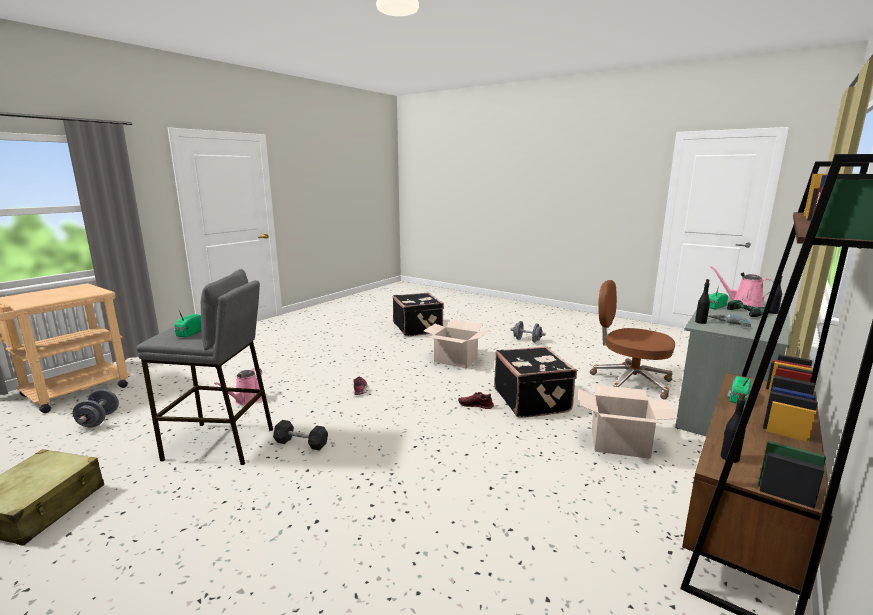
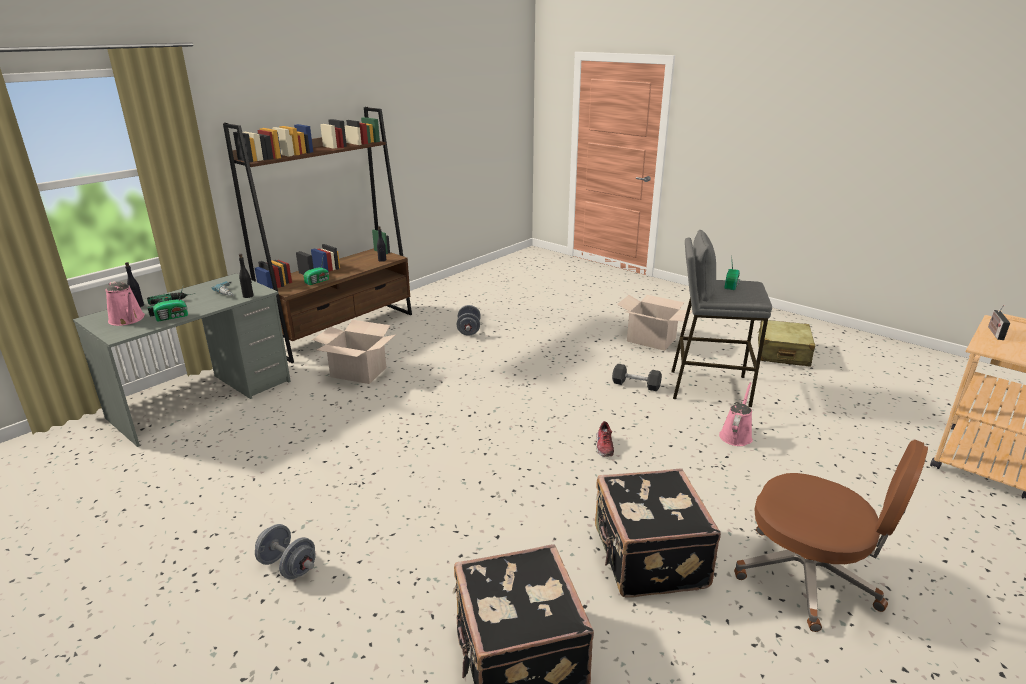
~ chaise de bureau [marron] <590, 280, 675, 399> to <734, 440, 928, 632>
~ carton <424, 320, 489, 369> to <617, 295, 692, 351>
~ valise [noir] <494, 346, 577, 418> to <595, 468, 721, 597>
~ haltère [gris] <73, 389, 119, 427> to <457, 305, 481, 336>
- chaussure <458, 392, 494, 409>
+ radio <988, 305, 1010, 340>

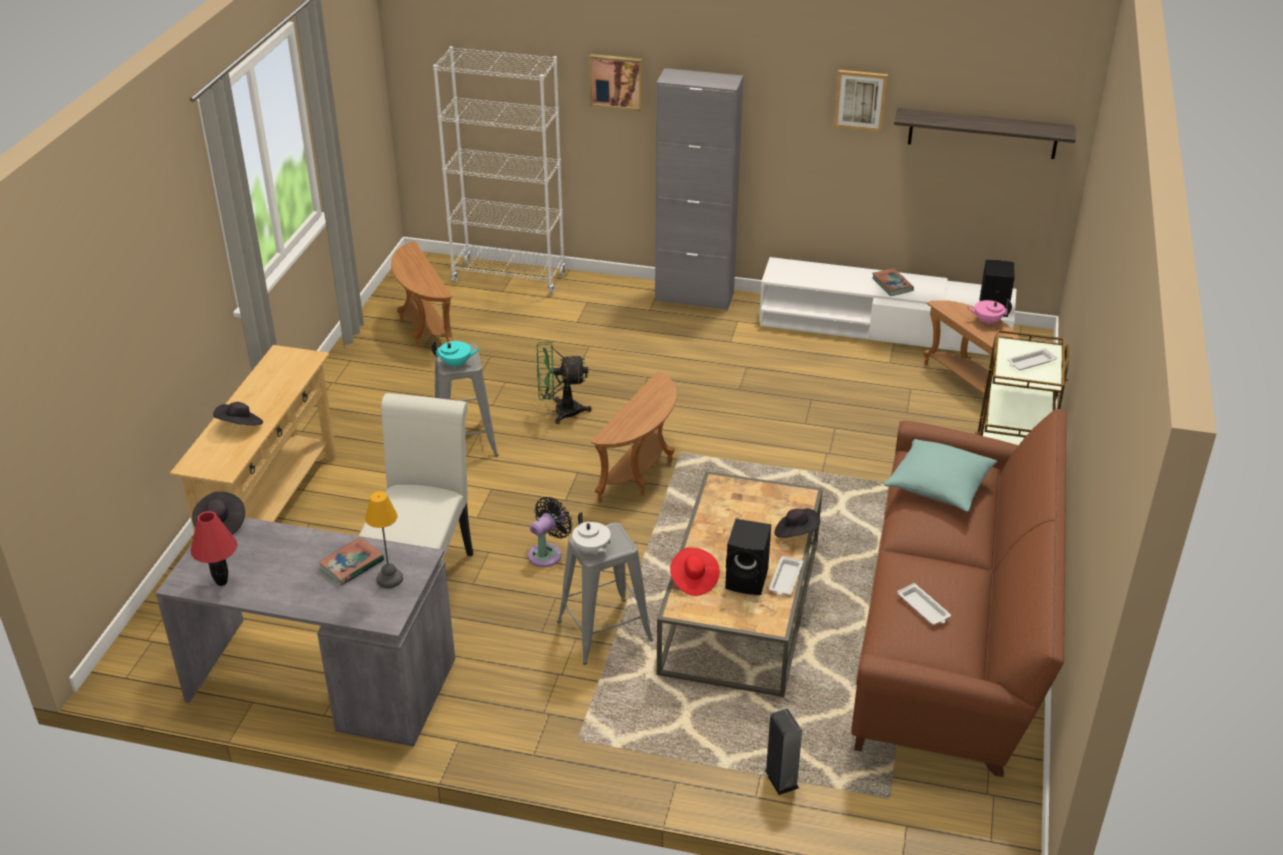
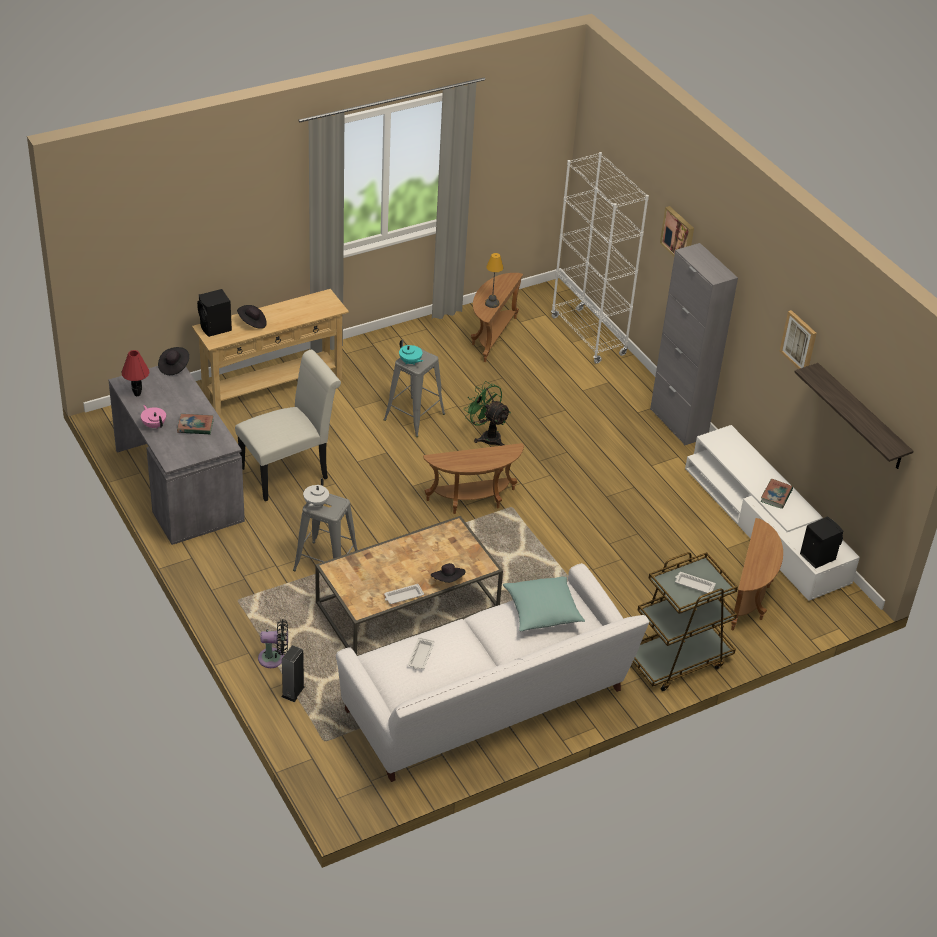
~ théière [rose] <967, 300, 1012, 325> to <141, 405, 166, 429>
~ canapé [marron] <851, 408, 1067, 777> to canapé [blanc] <336, 563, 649, 782>
~ lampe de table <365, 491, 403, 588> to <485, 253, 504, 308>
~ ventilateur [noir] <528, 497, 573, 567> to <258, 619, 288, 668>
~ enceinte [noir] <725, 519, 771, 595> to <197, 289, 232, 337>
- chapeau [rouge] <670, 547, 720, 596>

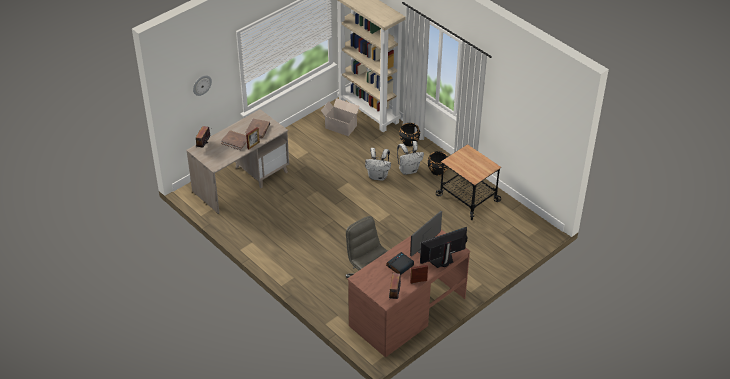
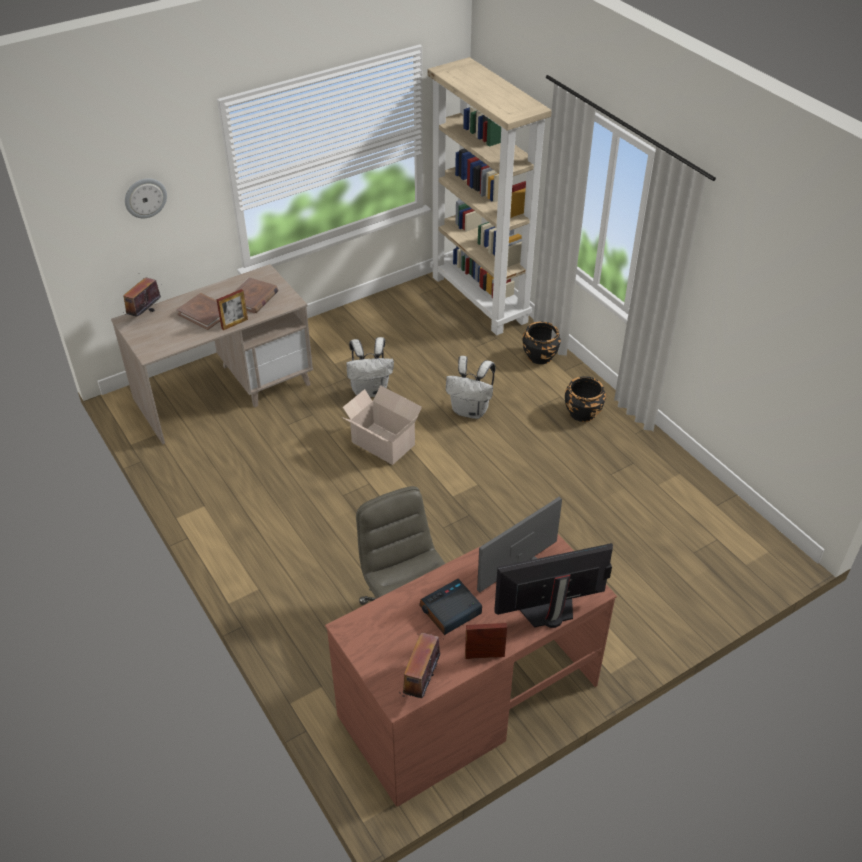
~ carton <321, 98, 360, 136> to <342, 385, 422, 465>
~ sac à dos [blanc] <397, 141, 424, 175> to <346, 337, 394, 397>
- chariot <436, 144, 501, 220>

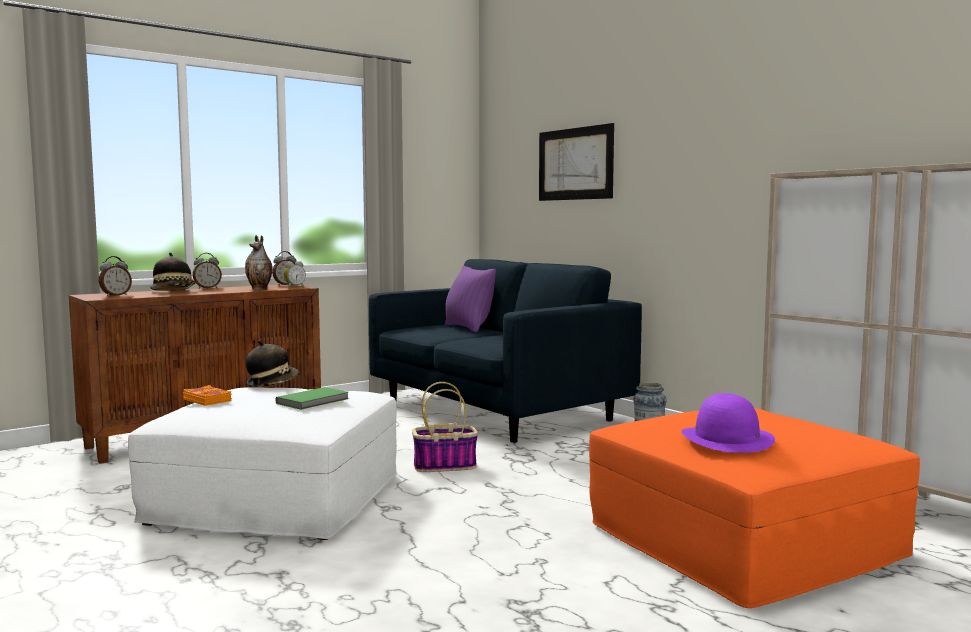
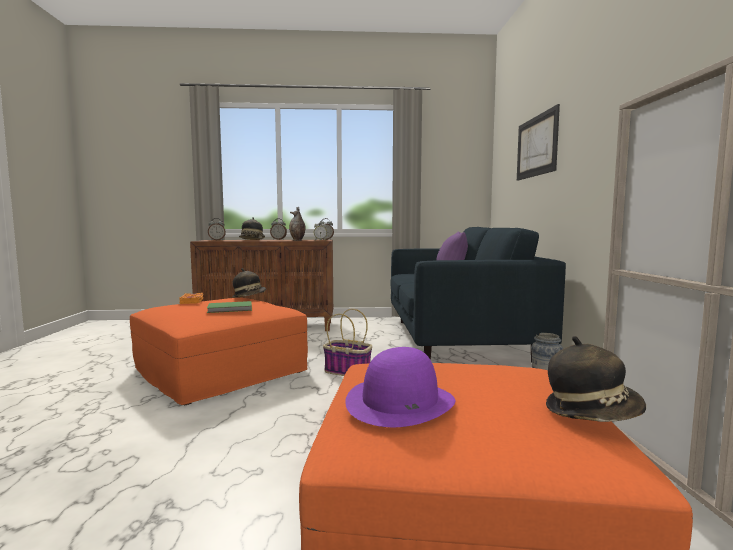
~ pouf [blanc] <128, 387, 397, 540> to pouf [orange] <130, 298, 308, 406>
+ chapeau <546, 336, 646, 422>

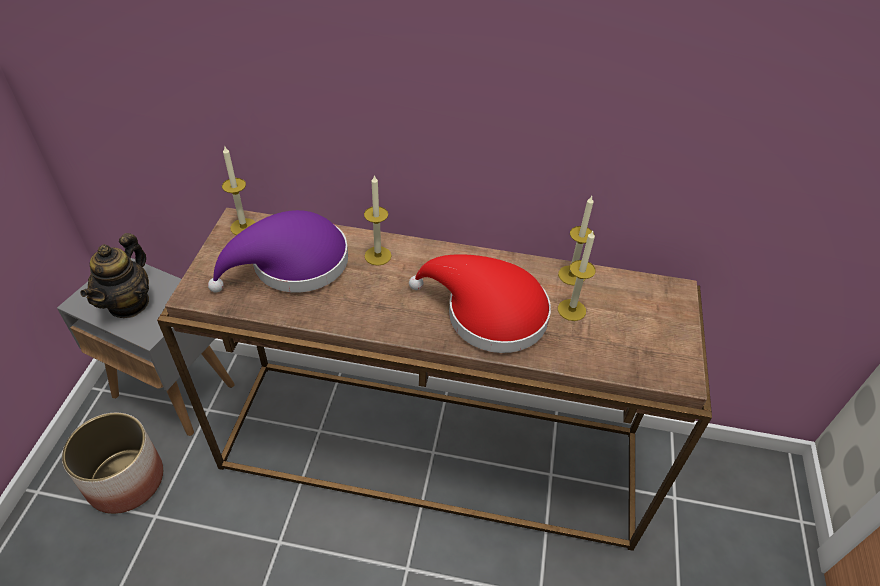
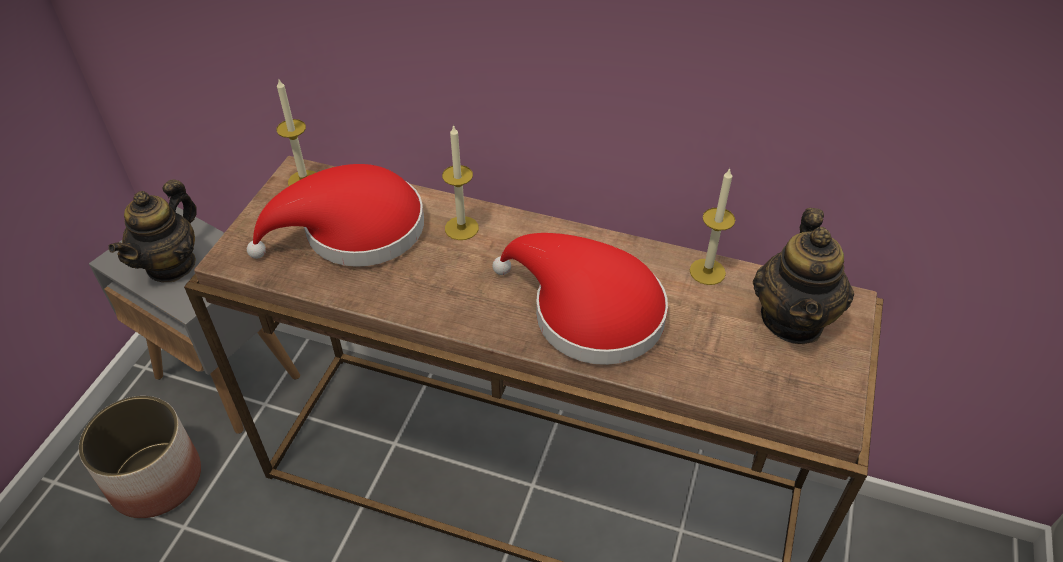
~ chapeau [violet] <208, 210, 348, 293> to chapeau [rouge] <247, 164, 424, 267>
- bougie <558, 231, 596, 321>
+ théière <753, 208, 854, 344>

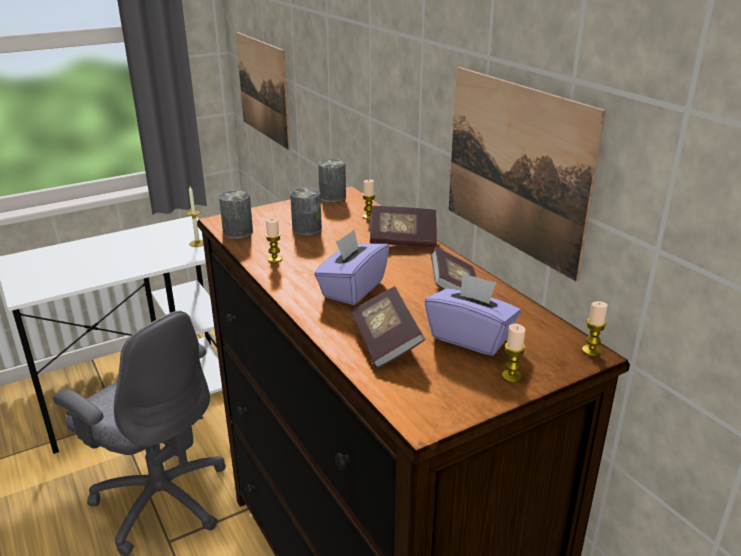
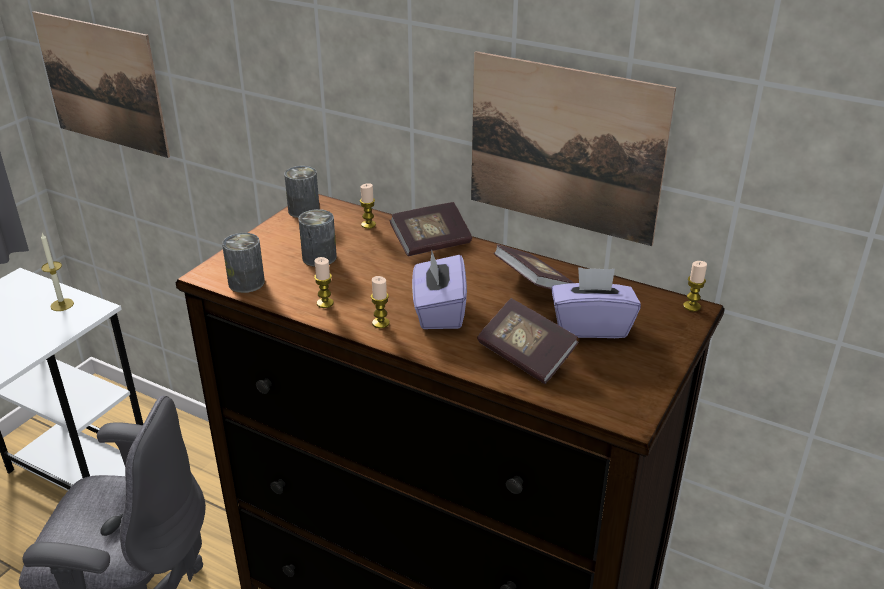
~ bougie <502, 323, 526, 382> to <371, 276, 390, 328>

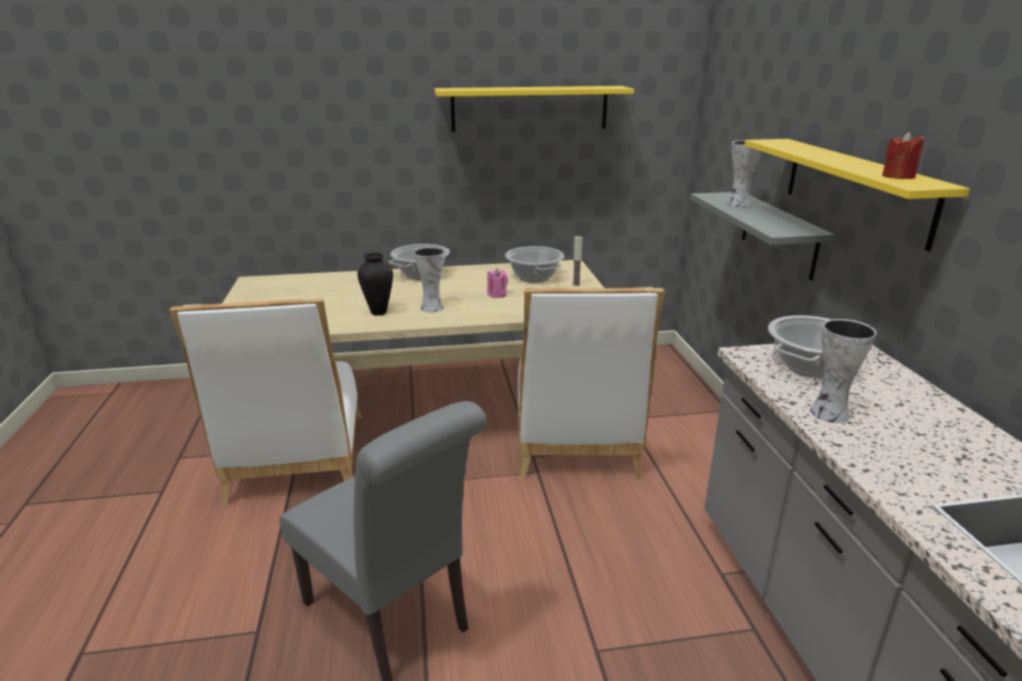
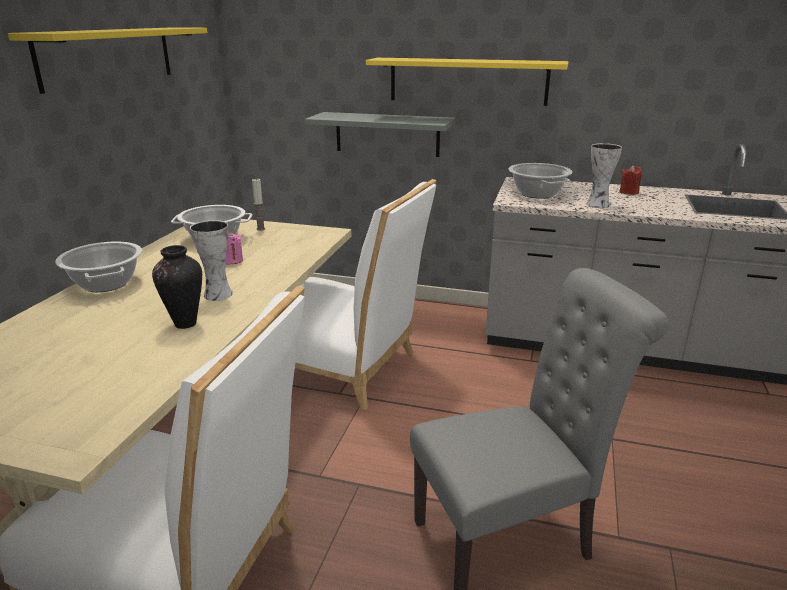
~ bougie [rouge] <882, 132, 924, 179> to <620, 165, 642, 195>
- vase <727, 140, 762, 207>

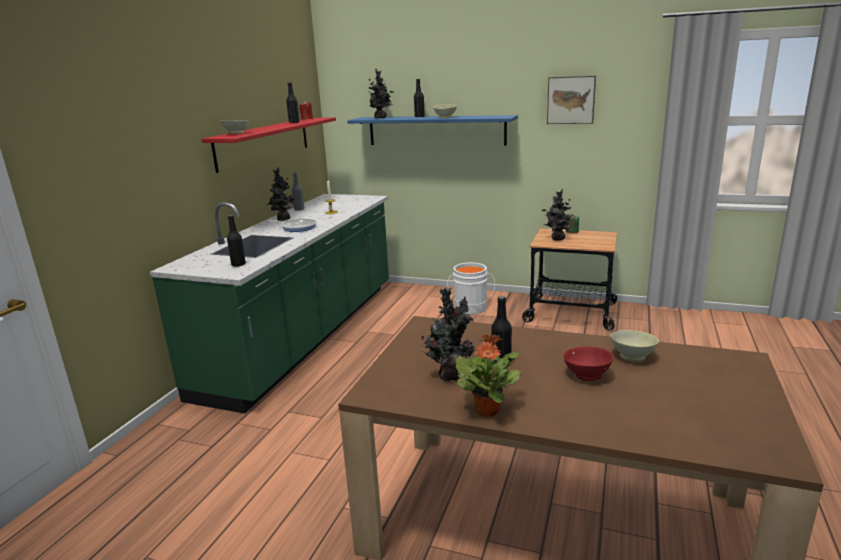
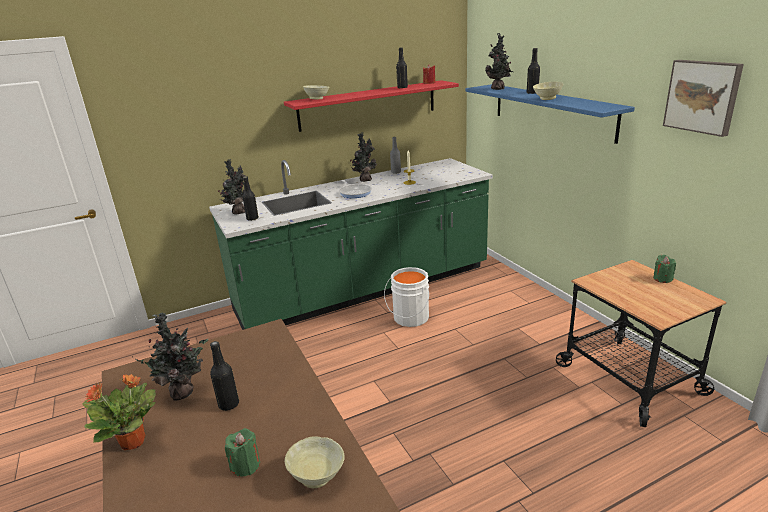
~ plante en pot <542, 189, 573, 241> to <218, 159, 246, 215>
~ seau [blanc] <447, 262, 495, 315> to <384, 267, 429, 327>
~ bol [rouge] <563, 346, 614, 381> to bougie [vert] <225, 428, 260, 477>

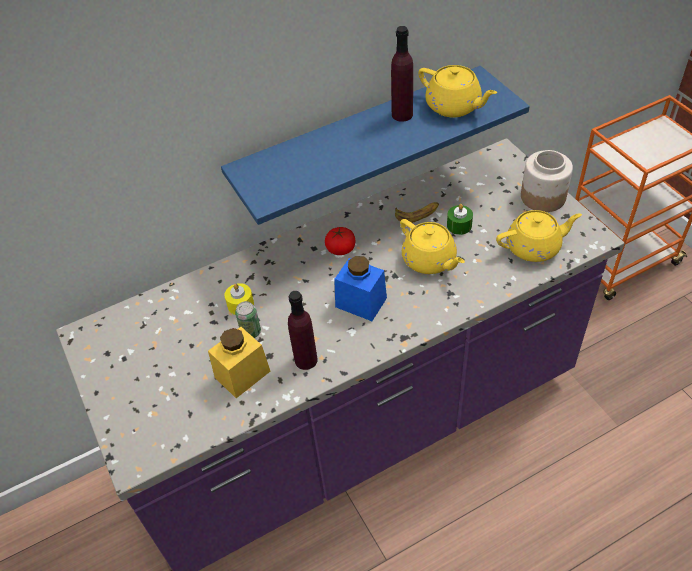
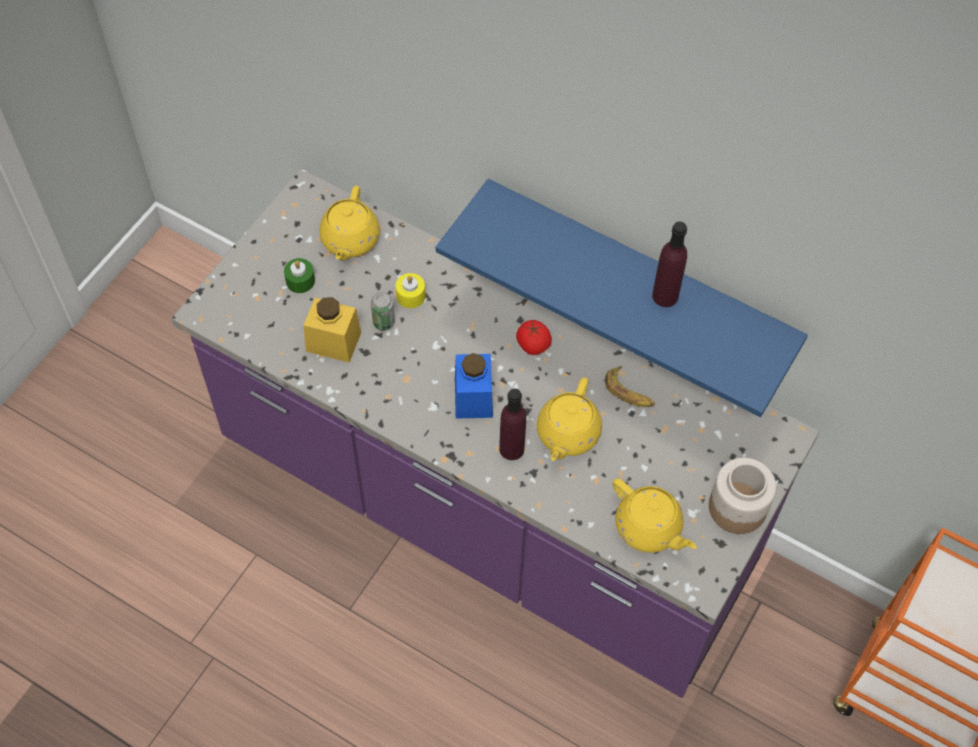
~ théière [jaune] <418, 65, 497, 117> to <319, 186, 380, 261>
~ bougie [vert] <447, 204, 473, 235> to <284, 258, 315, 293>
~ bouteille [violet] <288, 291, 318, 370> to <499, 388, 526, 460>

